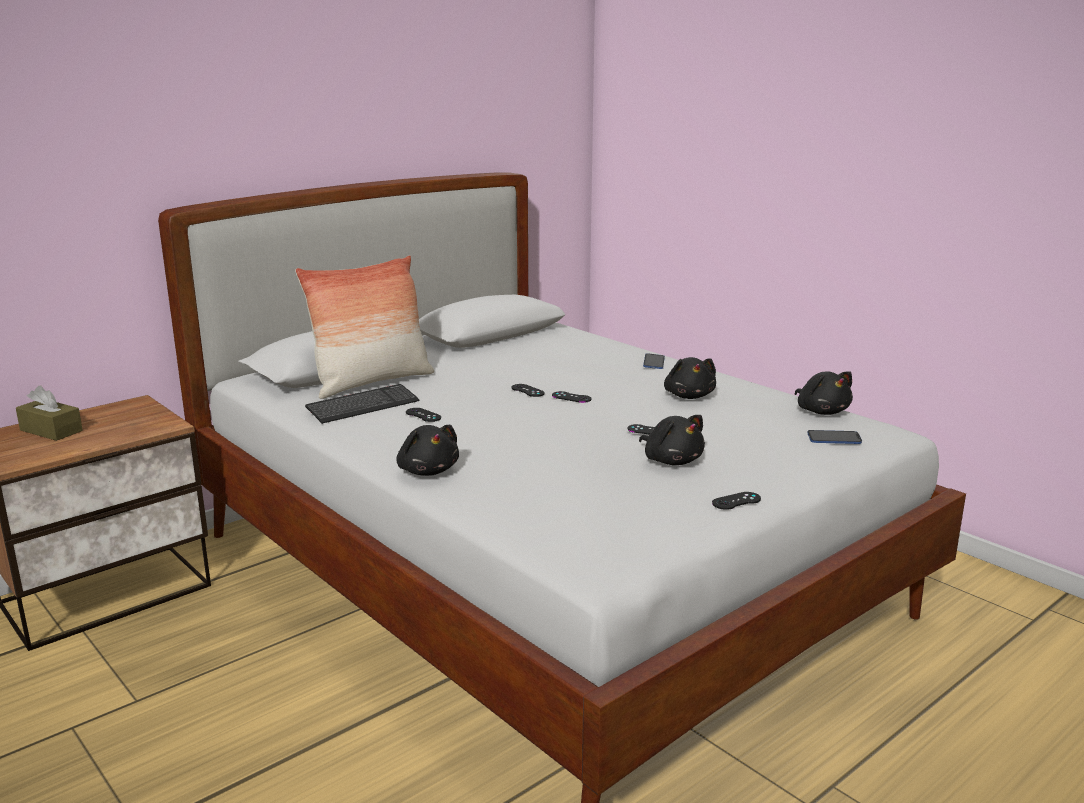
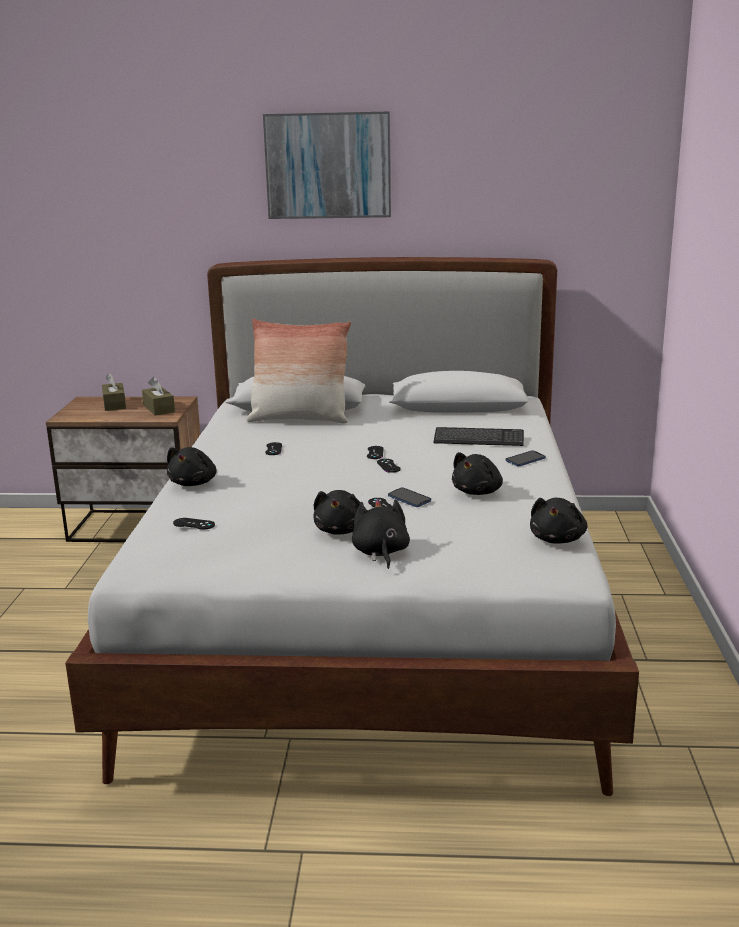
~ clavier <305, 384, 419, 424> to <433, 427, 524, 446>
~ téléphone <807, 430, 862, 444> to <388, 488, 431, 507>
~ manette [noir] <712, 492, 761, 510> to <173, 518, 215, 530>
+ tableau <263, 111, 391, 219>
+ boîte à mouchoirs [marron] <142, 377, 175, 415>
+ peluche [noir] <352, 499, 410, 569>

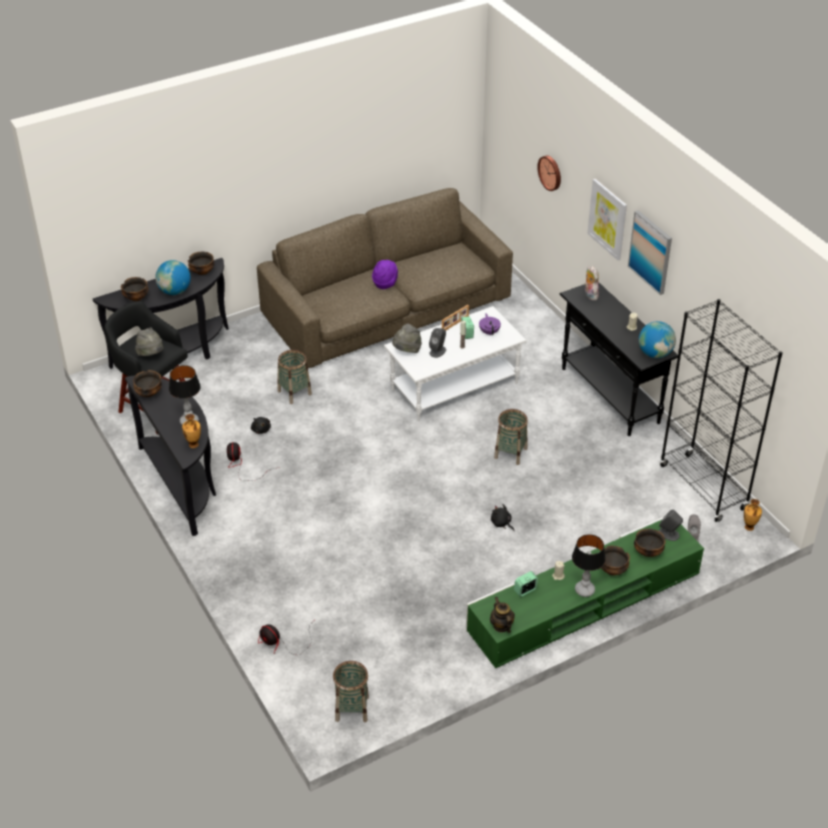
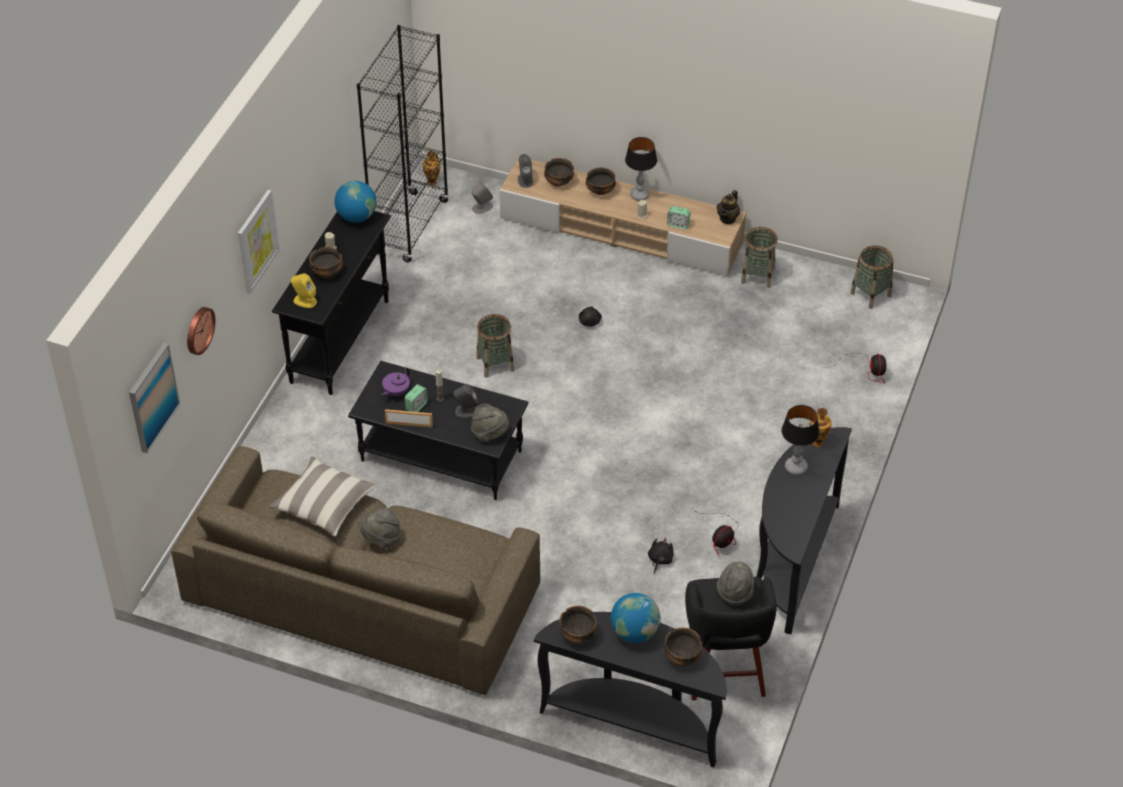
~ tableau <628, 210, 672, 295> to <129, 343, 180, 453>
~ chapeau [violet] <372, 260, 398, 289> to chapeau [gris] <361, 508, 401, 548>
~ peluche <585, 266, 599, 300> to enceinte [jaune] <291, 273, 317, 308>
~ table basse [blanc] <384, 306, 526, 422> to table basse [noir] <348, 361, 528, 500>
~ panier <277, 350, 312, 404> to <741, 227, 778, 288>
~ bol <133, 370, 162, 397> to <309, 247, 343, 278>
~ meuble télé [vert] <466, 517, 704, 668> to meuble télé [beige] <499, 158, 746, 276>
+ coussin <269, 456, 377, 536>

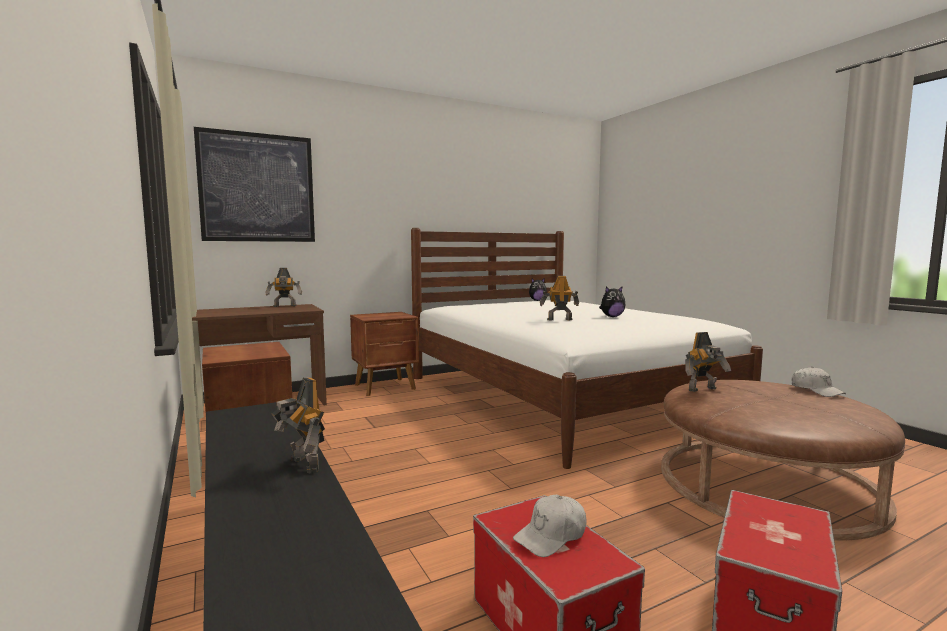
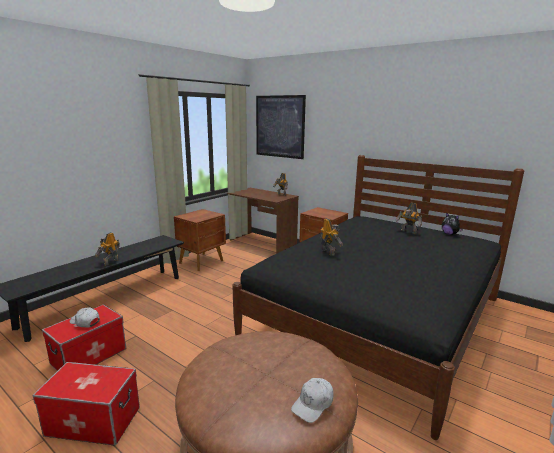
~ lit [blanc] <411, 228, 763, 469> to lit [noir] <232, 155, 524, 440>
- peluche <599, 286, 626, 317>
~ robot jouet <685, 332, 731, 392> to <395, 203, 422, 234>

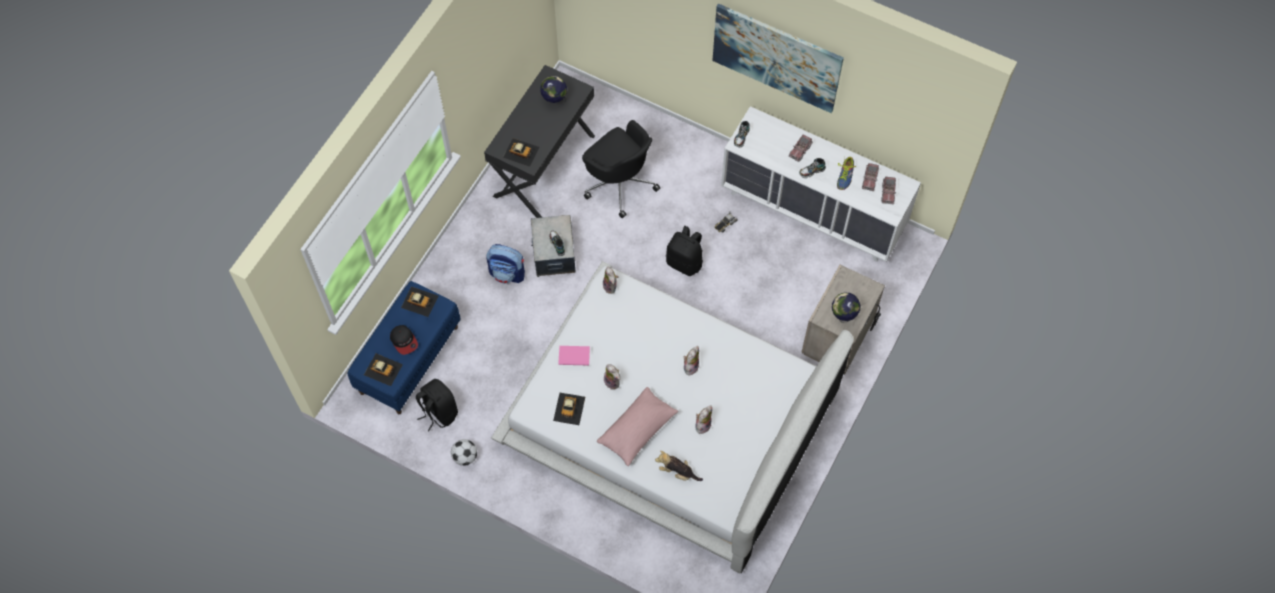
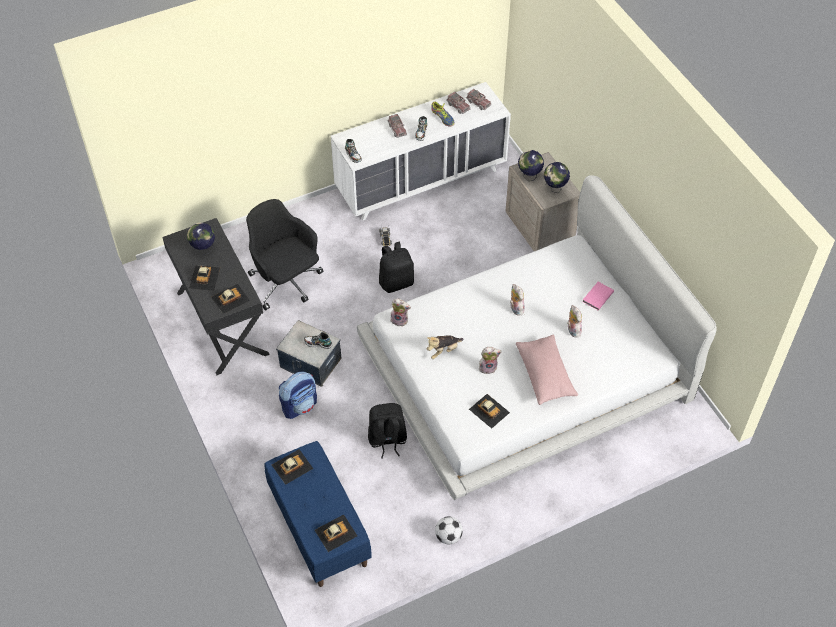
- tableau <712, 3, 844, 113>
~ chaise de bureau [noir] <582, 120, 660, 218> = <246, 199, 323, 311> 120 degrees counterclockwise
- casquette <390, 325, 418, 355>
~ livre [rose] <559, 346, 590, 366> to <583, 282, 614, 310>
~ sac à dos [noir] <416, 379, 458, 431> to <368, 403, 407, 459>
~ peluche <655, 451, 703, 481> to <427, 335, 464, 359>
+ globe <518, 150, 544, 181>
+ petite voiture <189, 265, 220, 291>

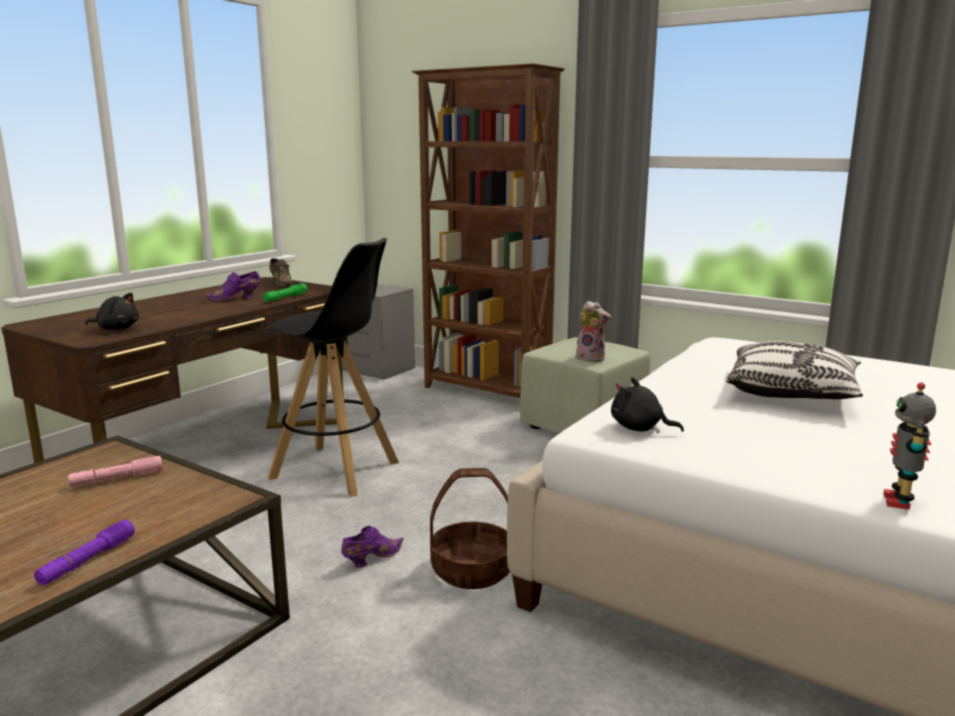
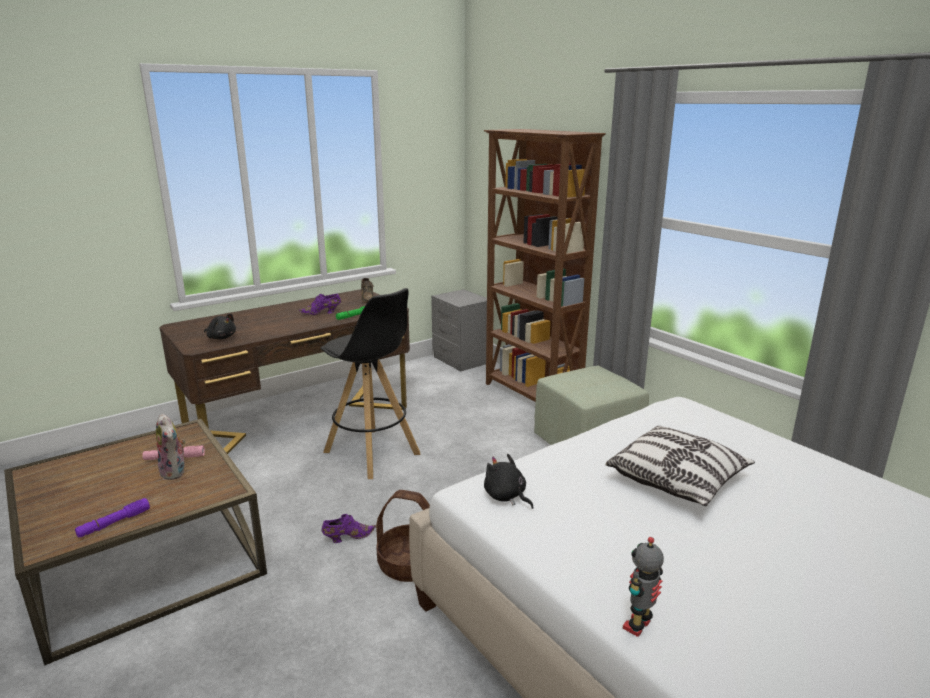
~ peluche <574, 301, 611, 362> to <156, 414, 186, 480>

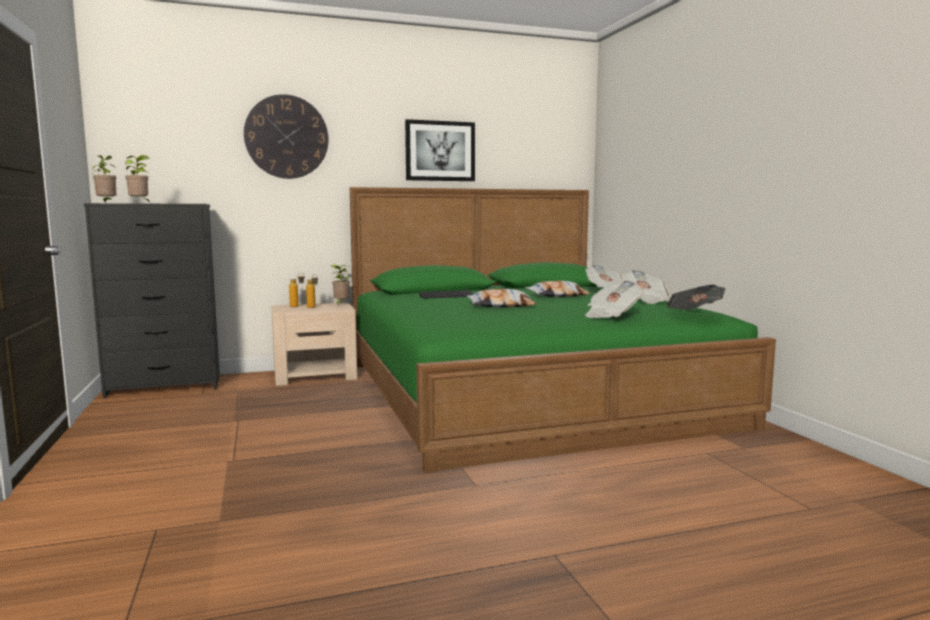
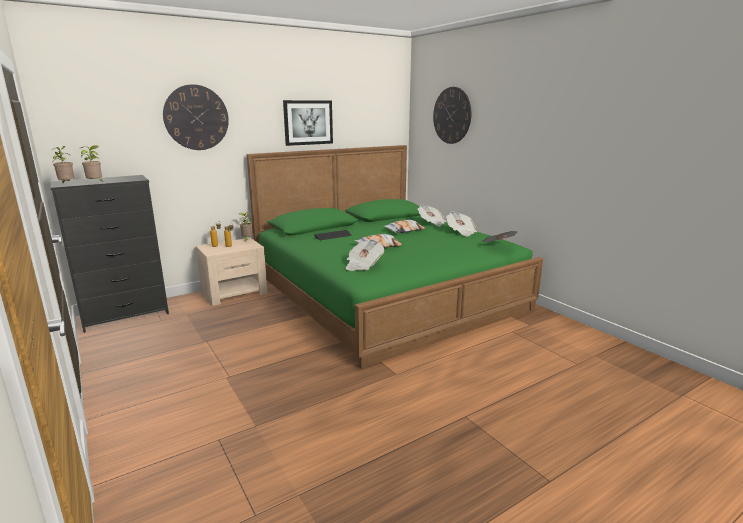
~ journal <585, 280, 645, 318> to <346, 239, 384, 271>
+ horloge murale <433, 87, 471, 144>

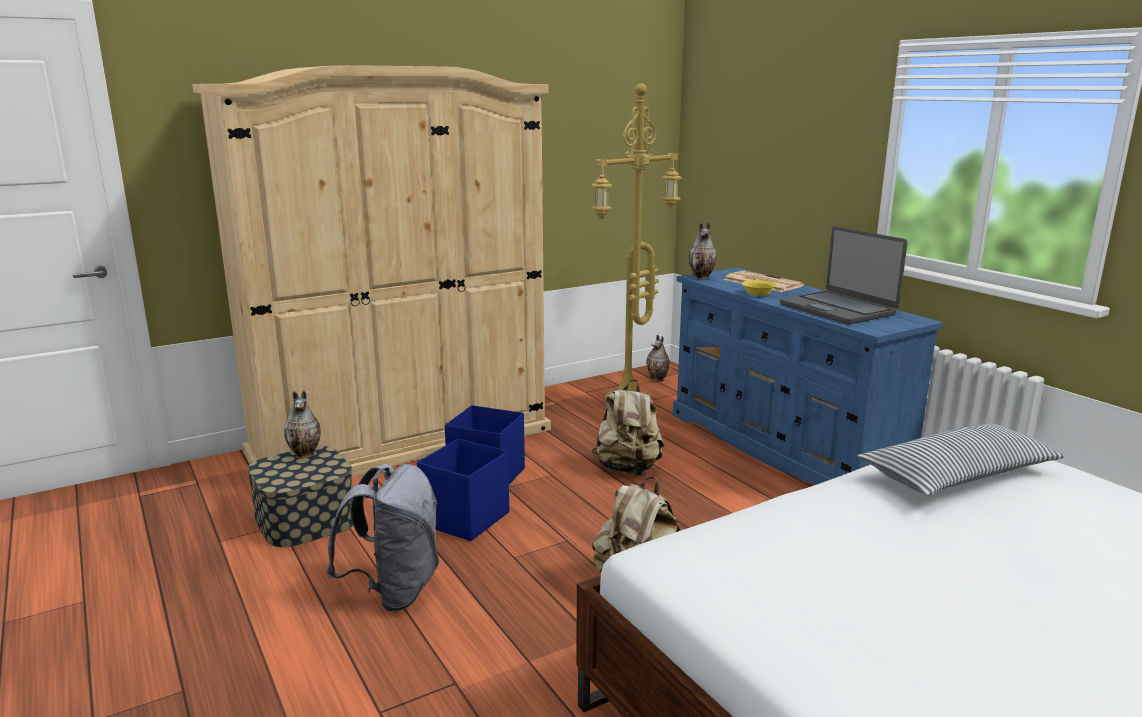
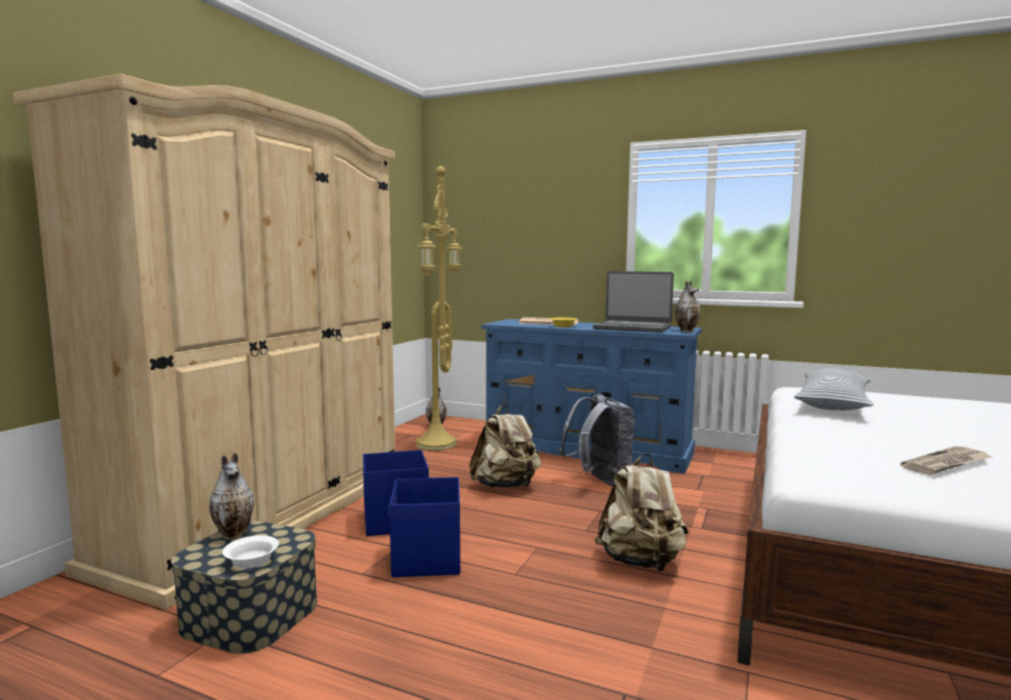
~ vase <689, 222, 717, 280> to <675, 280, 701, 332>
~ sac à dos [gris] <327, 464, 439, 612> to <559, 394, 635, 487>
+ journal <900, 446, 994, 475>
+ bol [blanc] <222, 535, 279, 569>

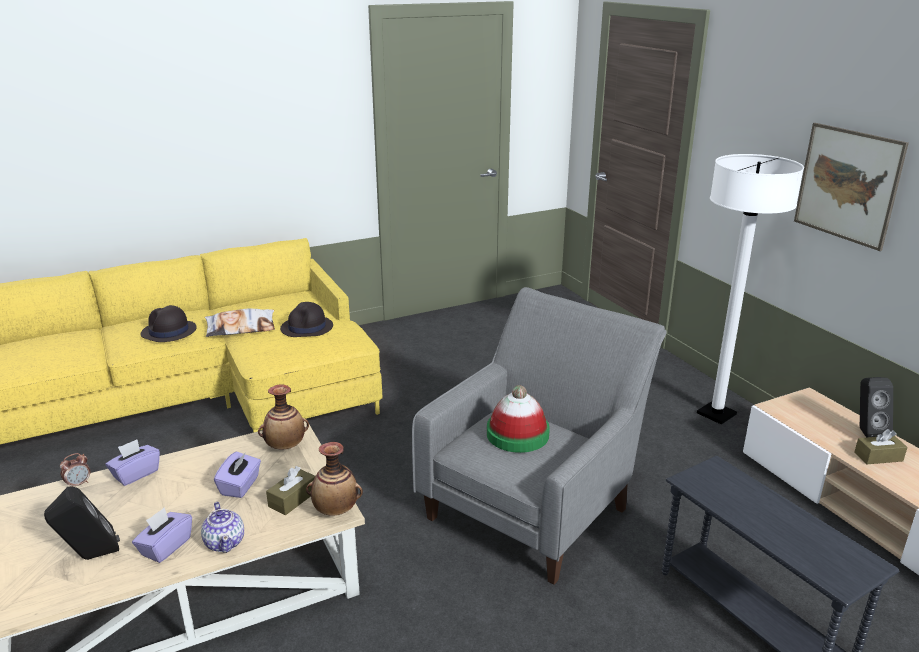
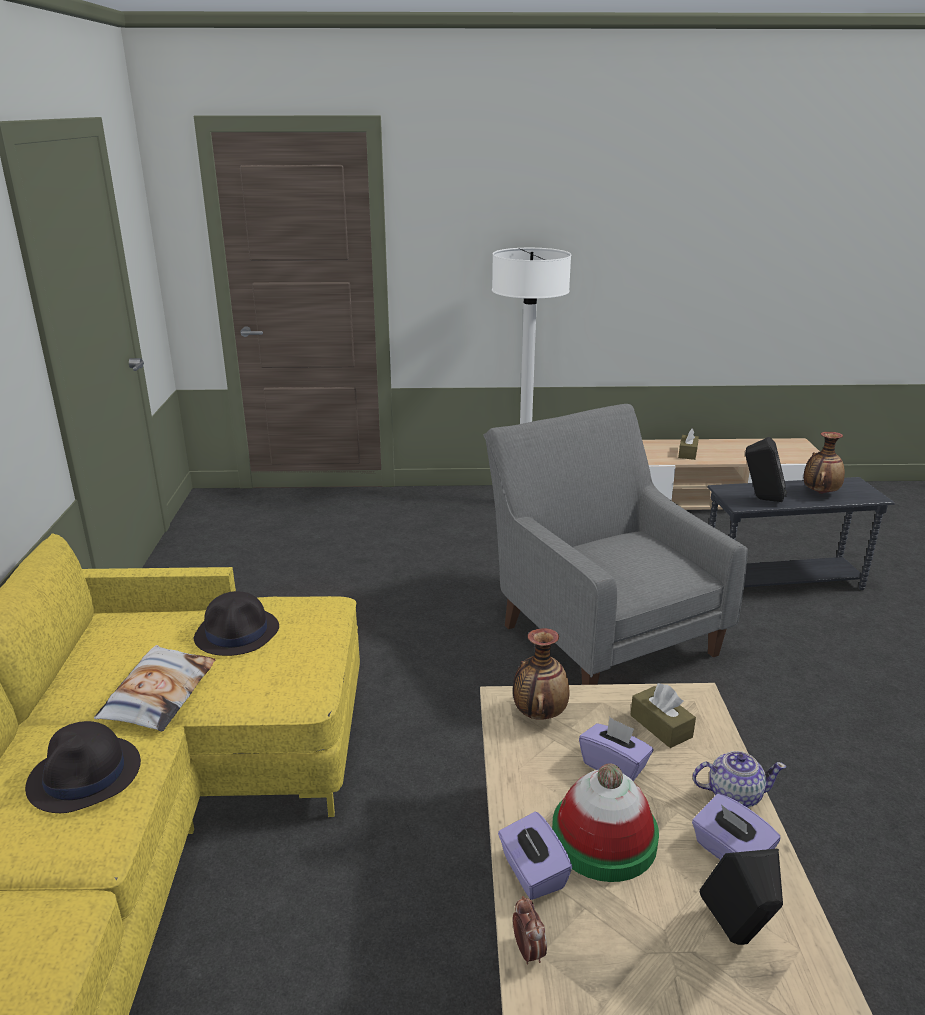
- tableau <794, 123, 909, 251>
~ enceinte [noir] <860, 377, 893, 438> to <745, 437, 787, 502>
~ chapeau <487, 385, 550, 453> to <552, 763, 659, 882>
~ vase <306, 442, 363, 516> to <803, 432, 845, 494>

